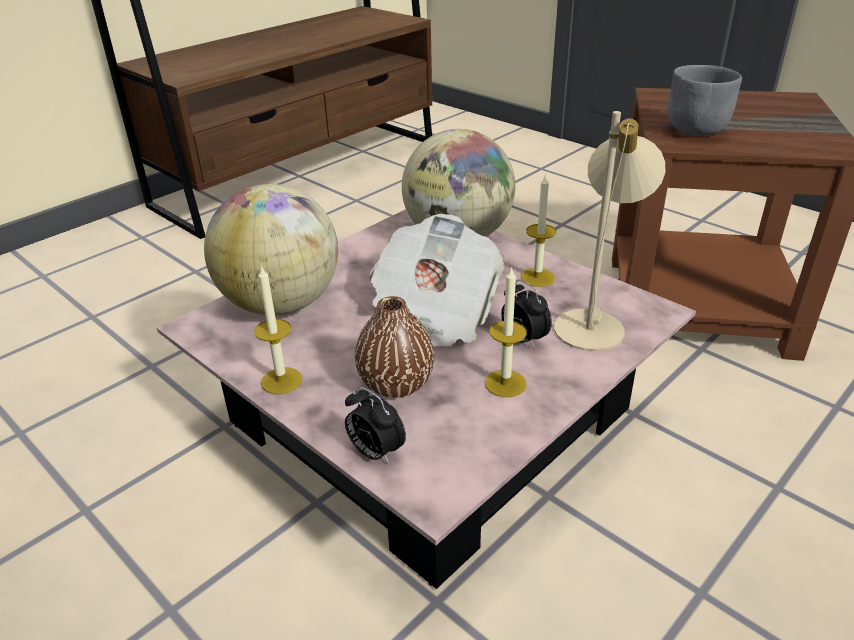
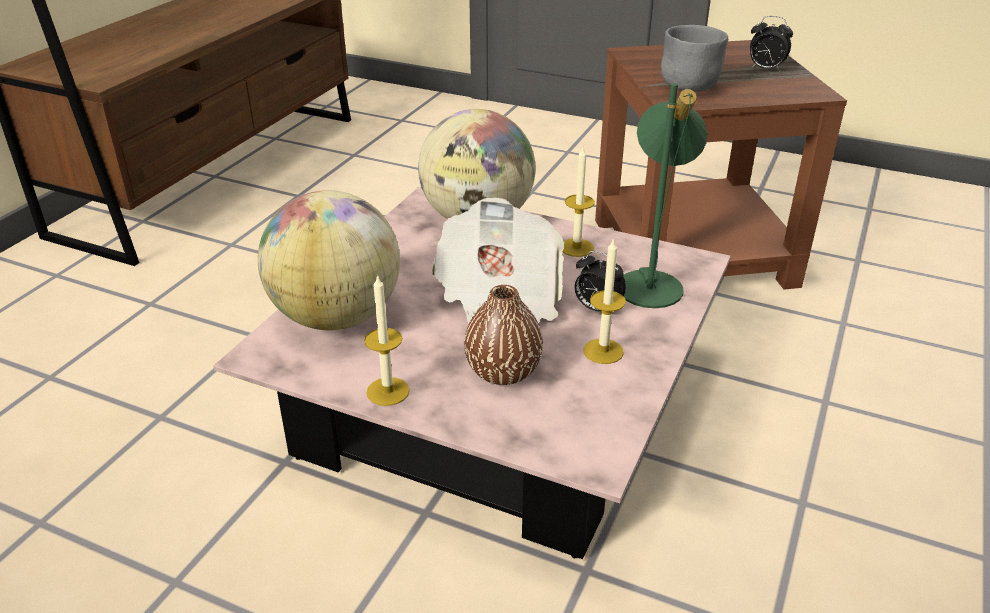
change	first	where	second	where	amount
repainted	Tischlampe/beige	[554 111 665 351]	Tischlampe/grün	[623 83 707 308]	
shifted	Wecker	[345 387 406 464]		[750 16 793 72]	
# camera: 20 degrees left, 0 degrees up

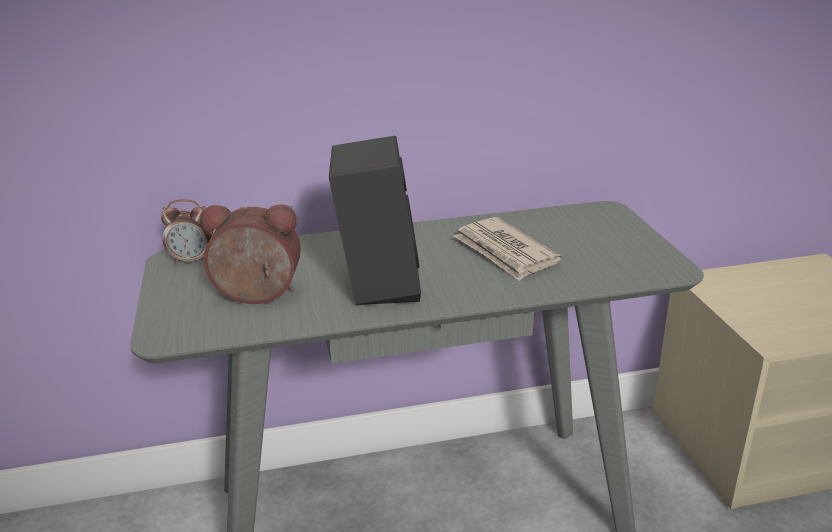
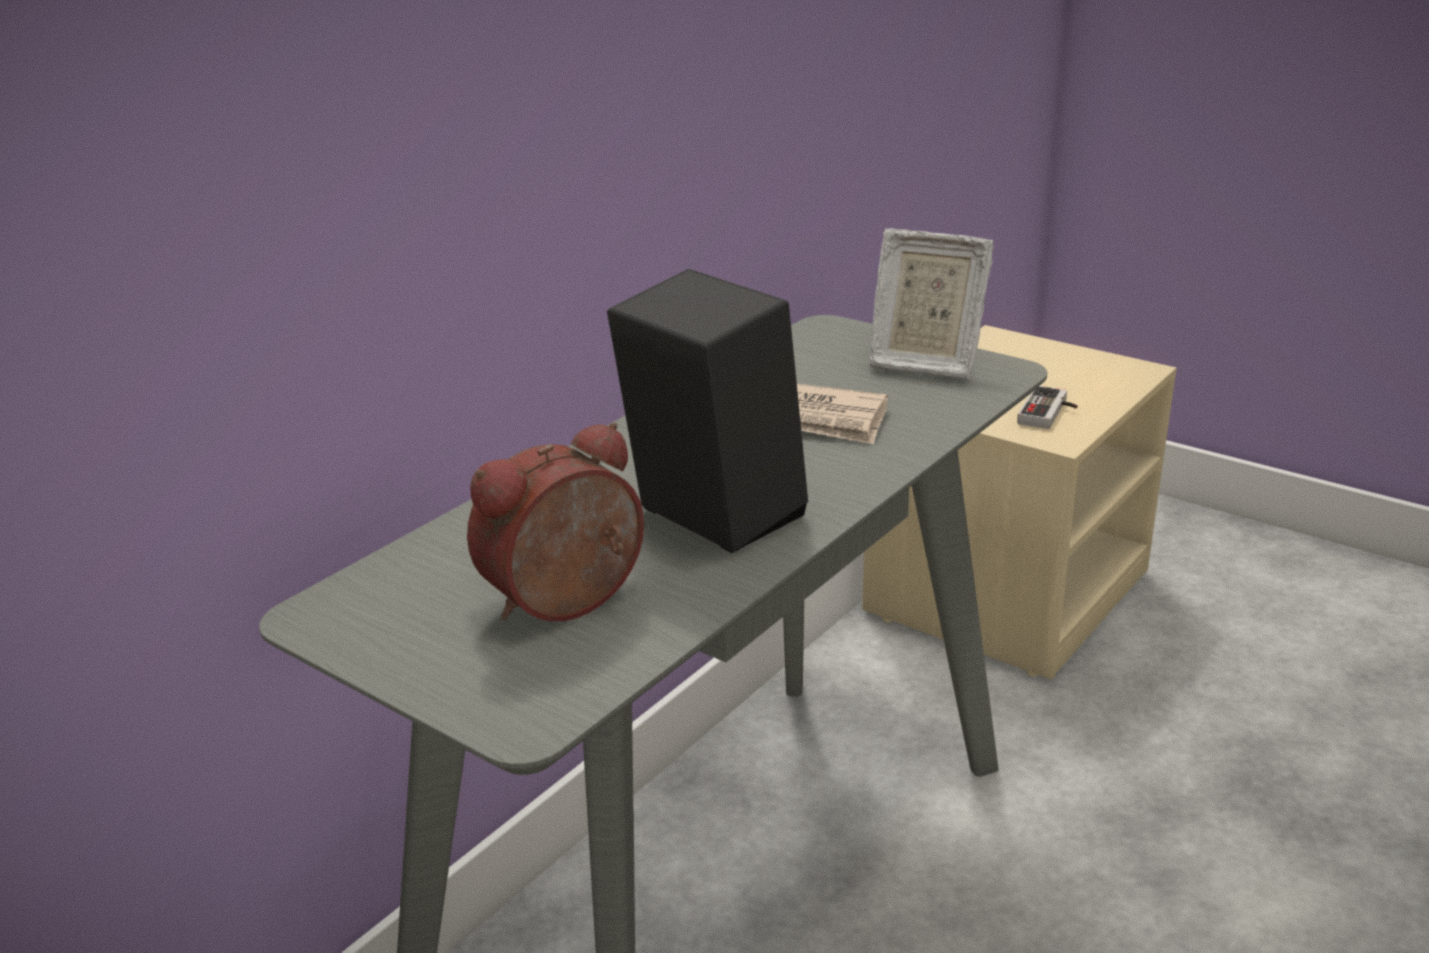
change	first	where	second	where	amount
gone	Wecker	[161 199 213 264]			
new			Bilderrahmen	[869 228 994 379]	
new			Gamepad	[1017 386 1077 429]	
# camera: 40 degrees left, 0 degrees up

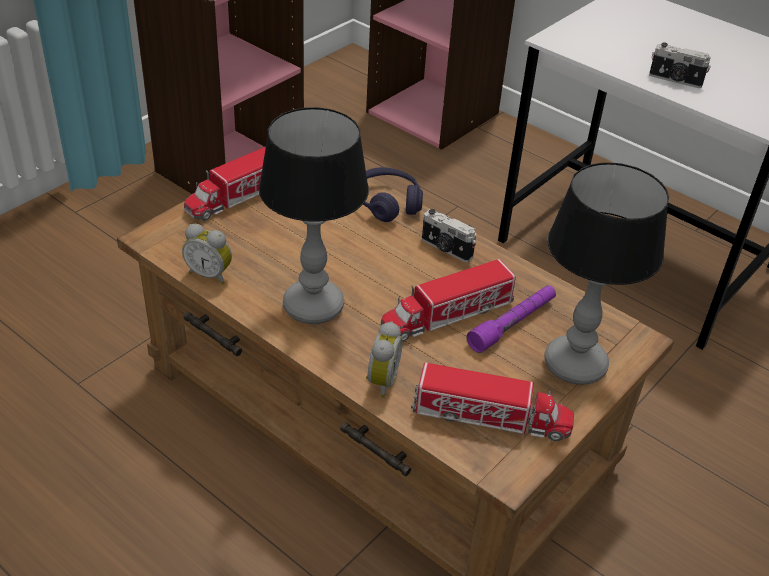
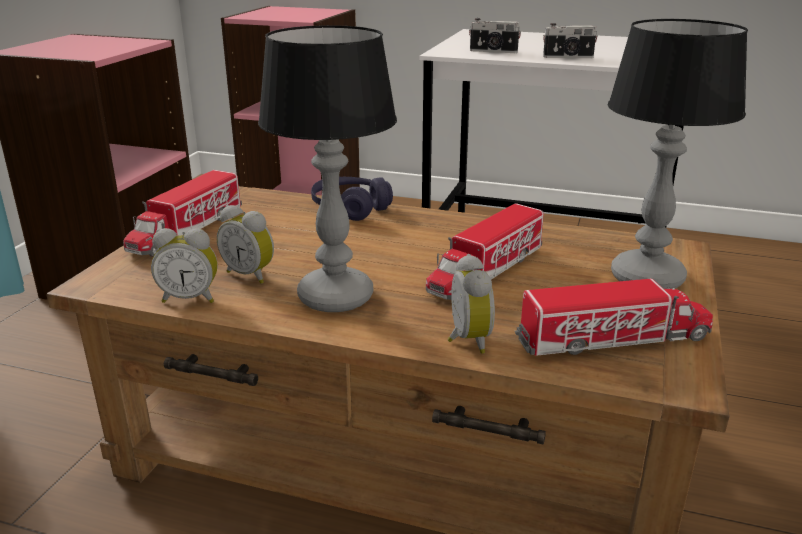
change	first	where	second	where	amount
shifted	Kamera	[422 209 476 262]		[469 18 521 53]	
gone	Taschenlampe/lila	[467 285 556 353]			
new			Wecker	[217 205 274 284]	
# camera: 20 degrees left, 15 degrees down

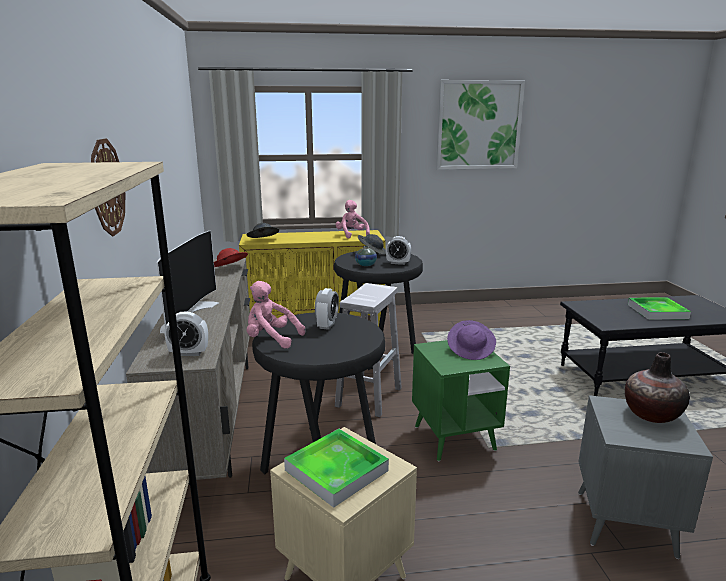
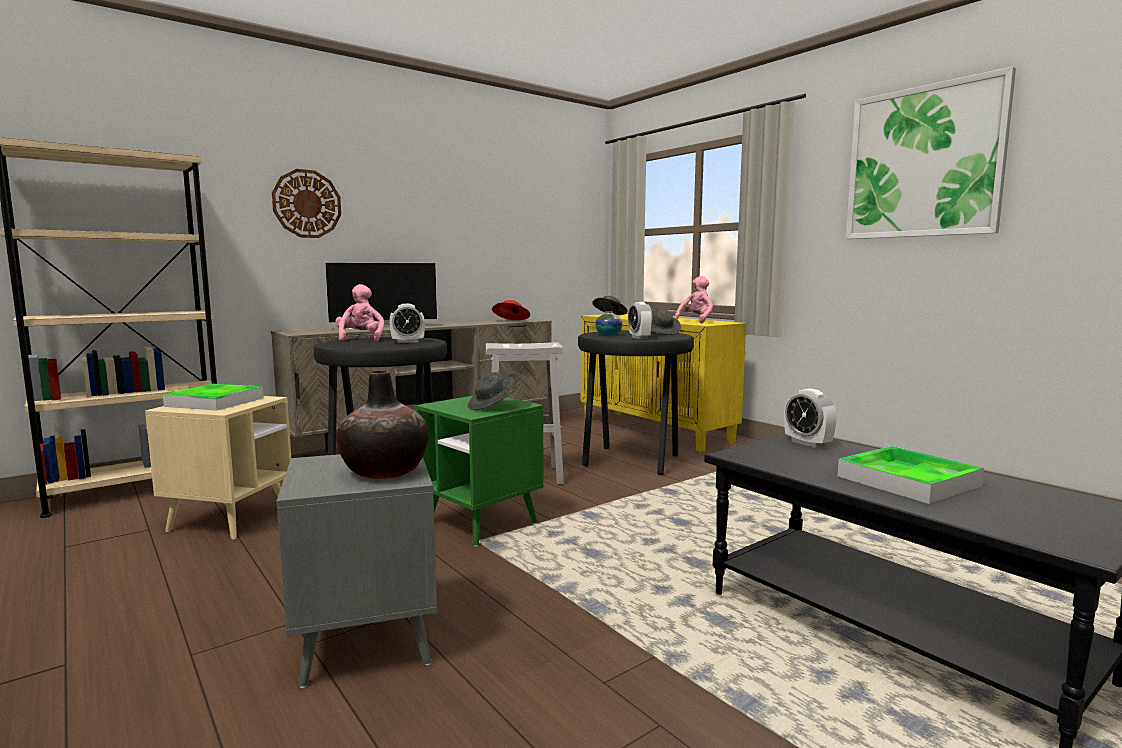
change	first	where	second	where	amount
shifted	Wecker	[164 312 208 356]		[784 388 837 448]	
repainted	Hut/lila	[447 320 496 360]	Hut/grau	[467 372 522 410]	
# camera: 60 degrees right, 10 degrees down

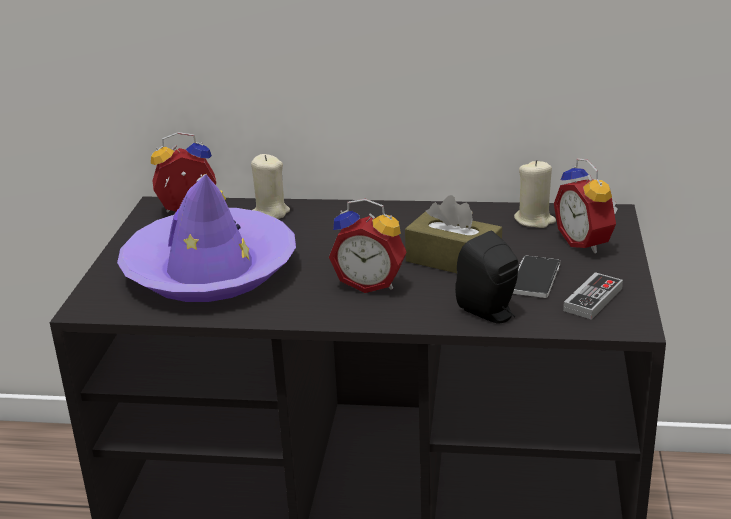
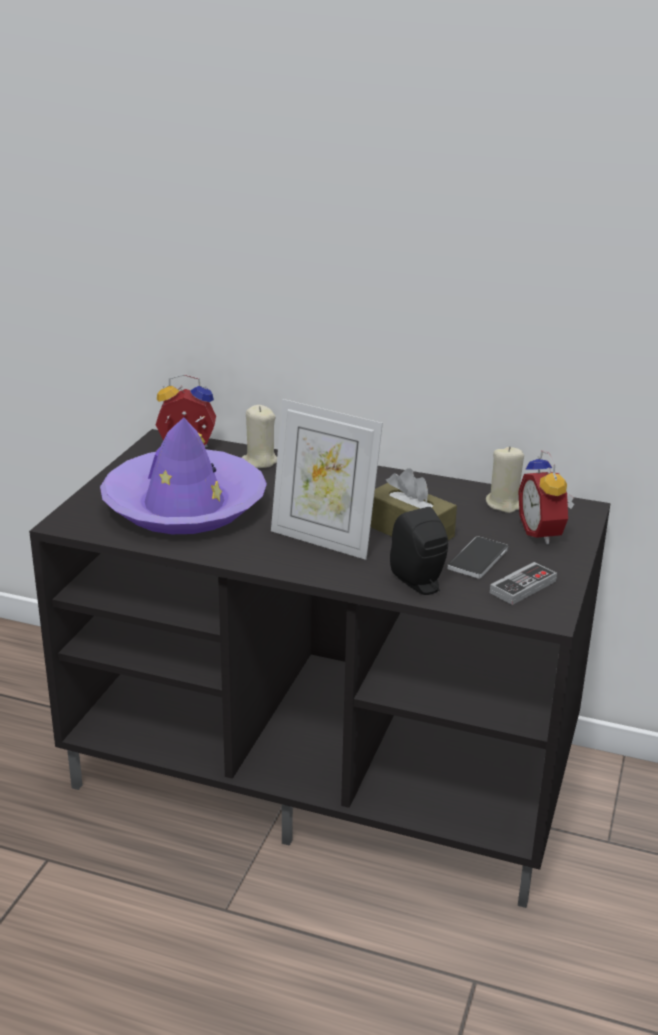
change	first	where	second	where	amount
swapped	Wecker	[329 199 407 293]	Bilderrahmen	[271 399 383 560]	
# camera: 10 degrees right, 0 degrees up

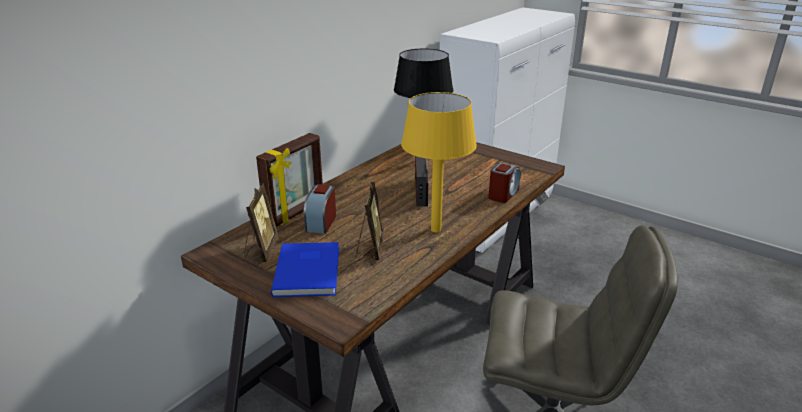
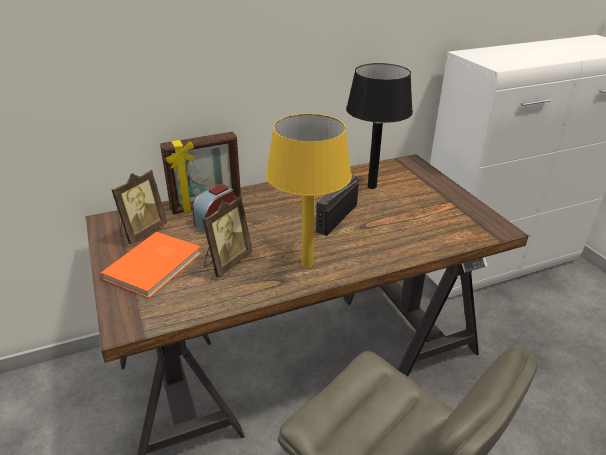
change	first	where	second	where	amount
gone	Wecker	[489 163 521 203]			
repainted	Buch/blau	[271 242 339 297]	Buch/orange	[101 232 202 298]	
# camera: 30 degrees right, 5 degrees up

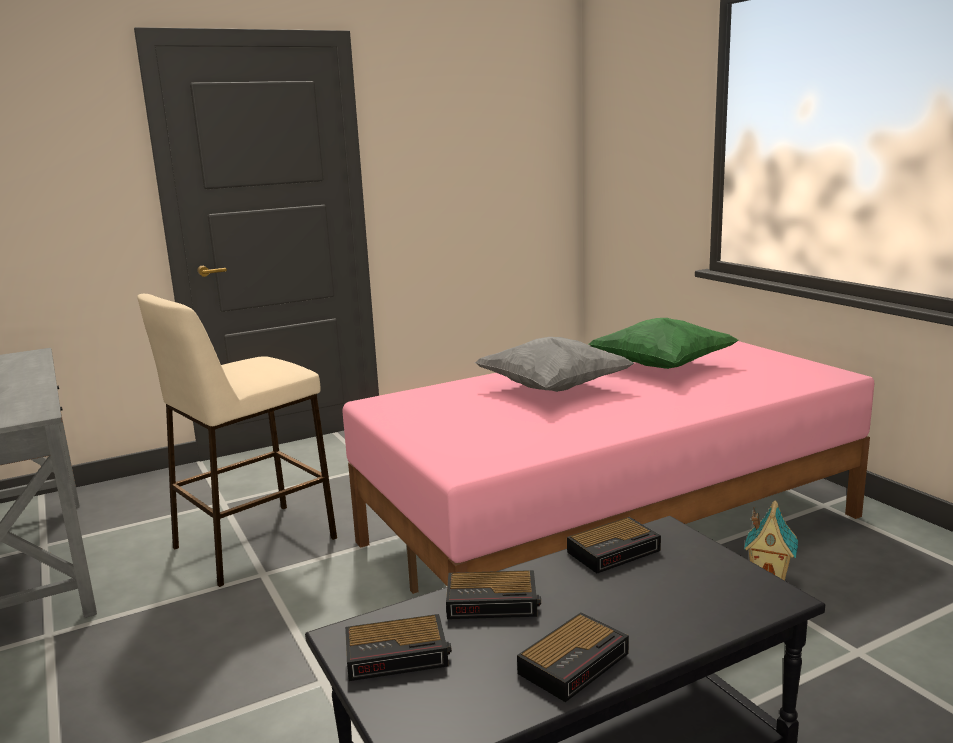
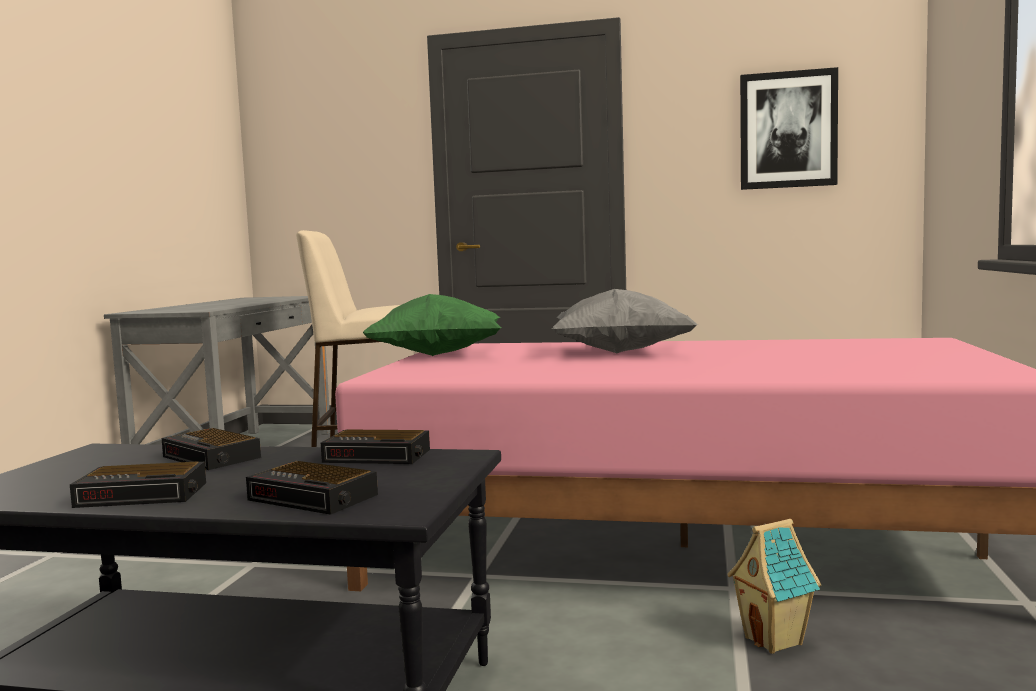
change	first	where	second	where	amount
shifted	Kissen/grün	[589 318 739 369]		[363 294 502 356]	
shifted	Wecker	[345 614 452 681]		[246 461 378 515]	
new			Bild	[740 67 838 190]	
# camera: 40 degrees right, 10 degrees down

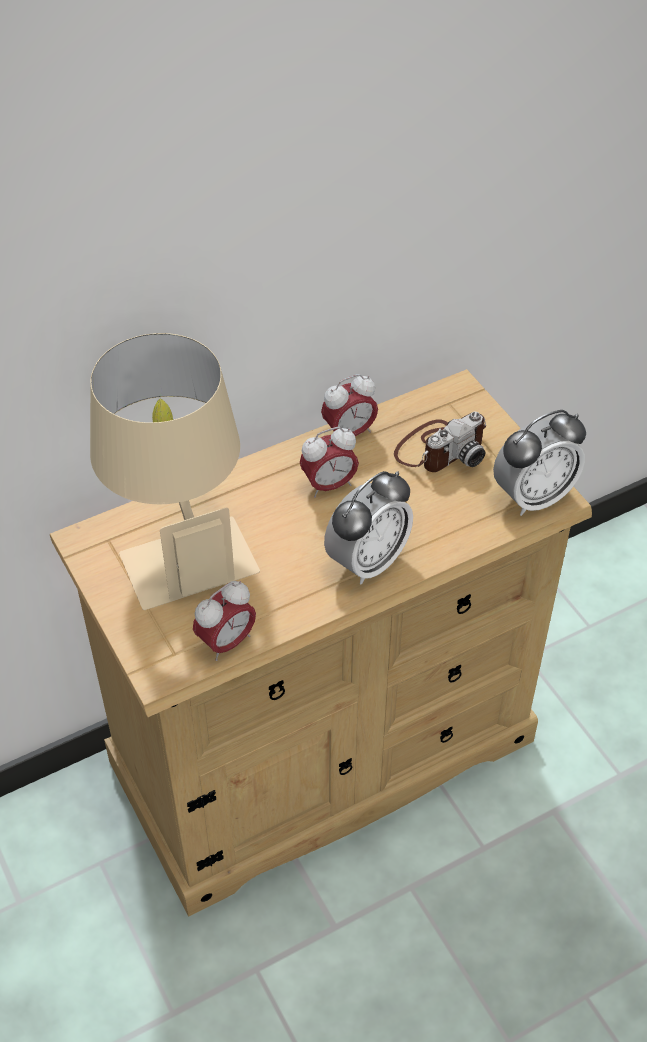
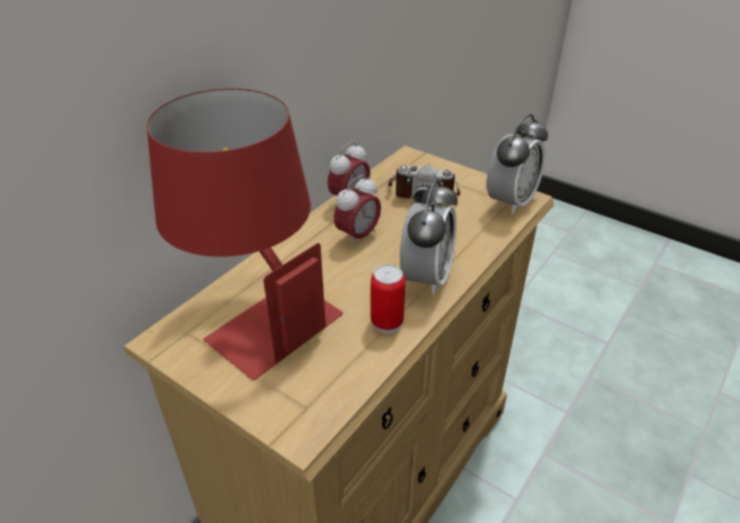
change	first	where	second	where	amount
repainted	Tischlampe/beige	[90 333 260 610]	Tischlampe/rot	[147 88 343 380]	
rotated	Kamera	[394 412 486 472]		[388 164 460 204]	75 degrees clockwise
gone	Wecker	[193 581 256 661]			
new			Dose	[371 264 405 333]	
# camera: 25 degrees left, 10 degrees down

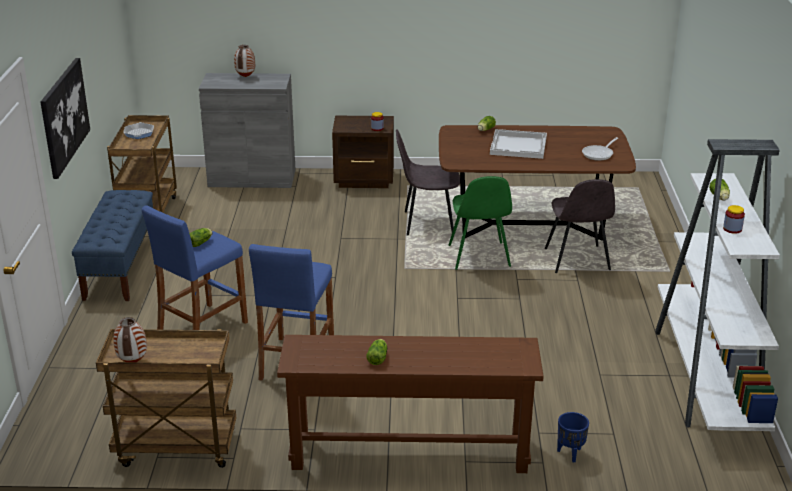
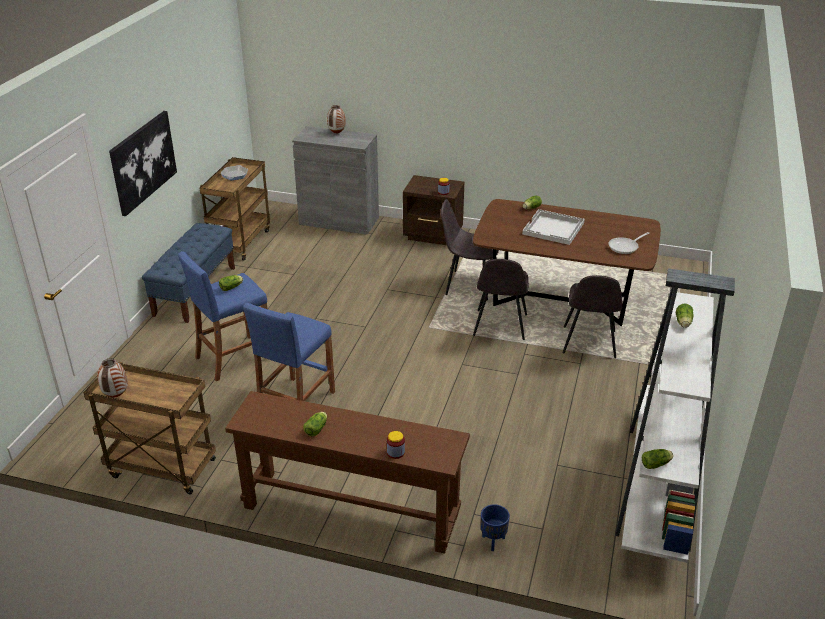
change	first	where	second	where	amount
repainted	Stuhl/grün	[448 176 512 270]	Stuhl/grau	[473 259 529 340]	
shifted	Vorratsglas	[723 205 745 234]		[387 431 405 459]	
new			Salatkopf	[642 449 674 469]	
# camera: 15 degrees right, 5 degrees up

